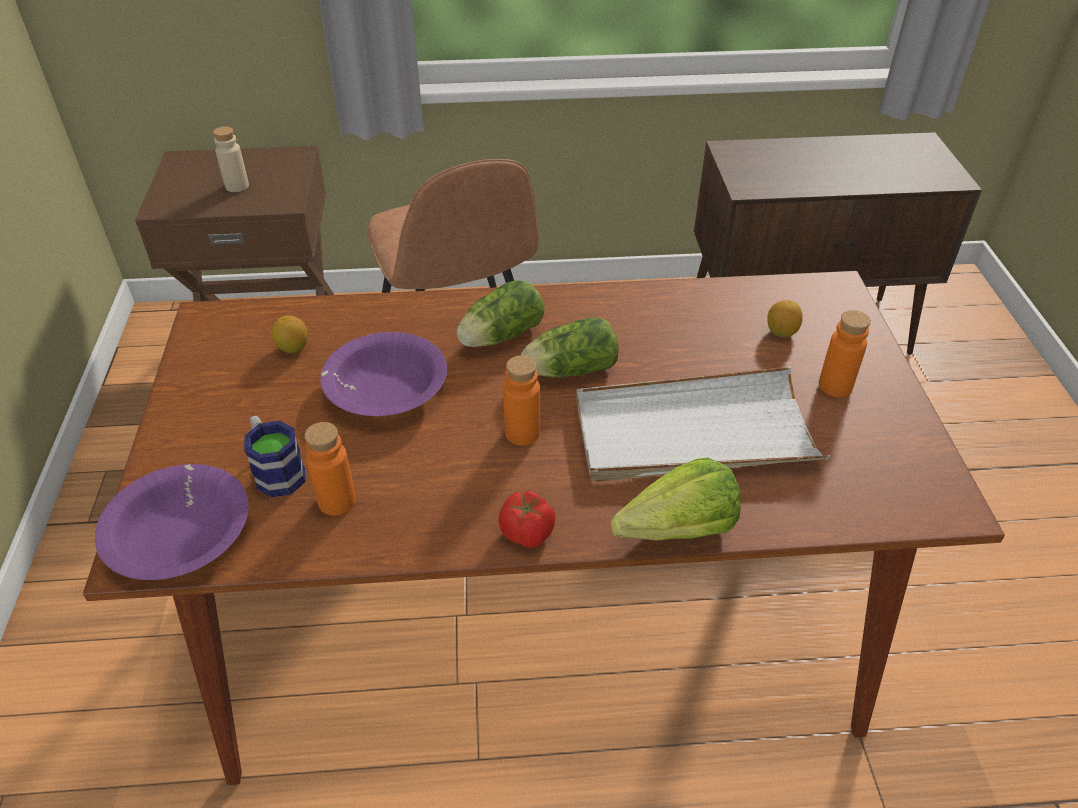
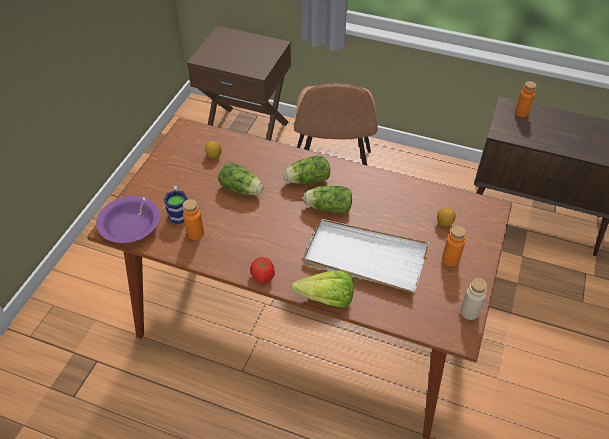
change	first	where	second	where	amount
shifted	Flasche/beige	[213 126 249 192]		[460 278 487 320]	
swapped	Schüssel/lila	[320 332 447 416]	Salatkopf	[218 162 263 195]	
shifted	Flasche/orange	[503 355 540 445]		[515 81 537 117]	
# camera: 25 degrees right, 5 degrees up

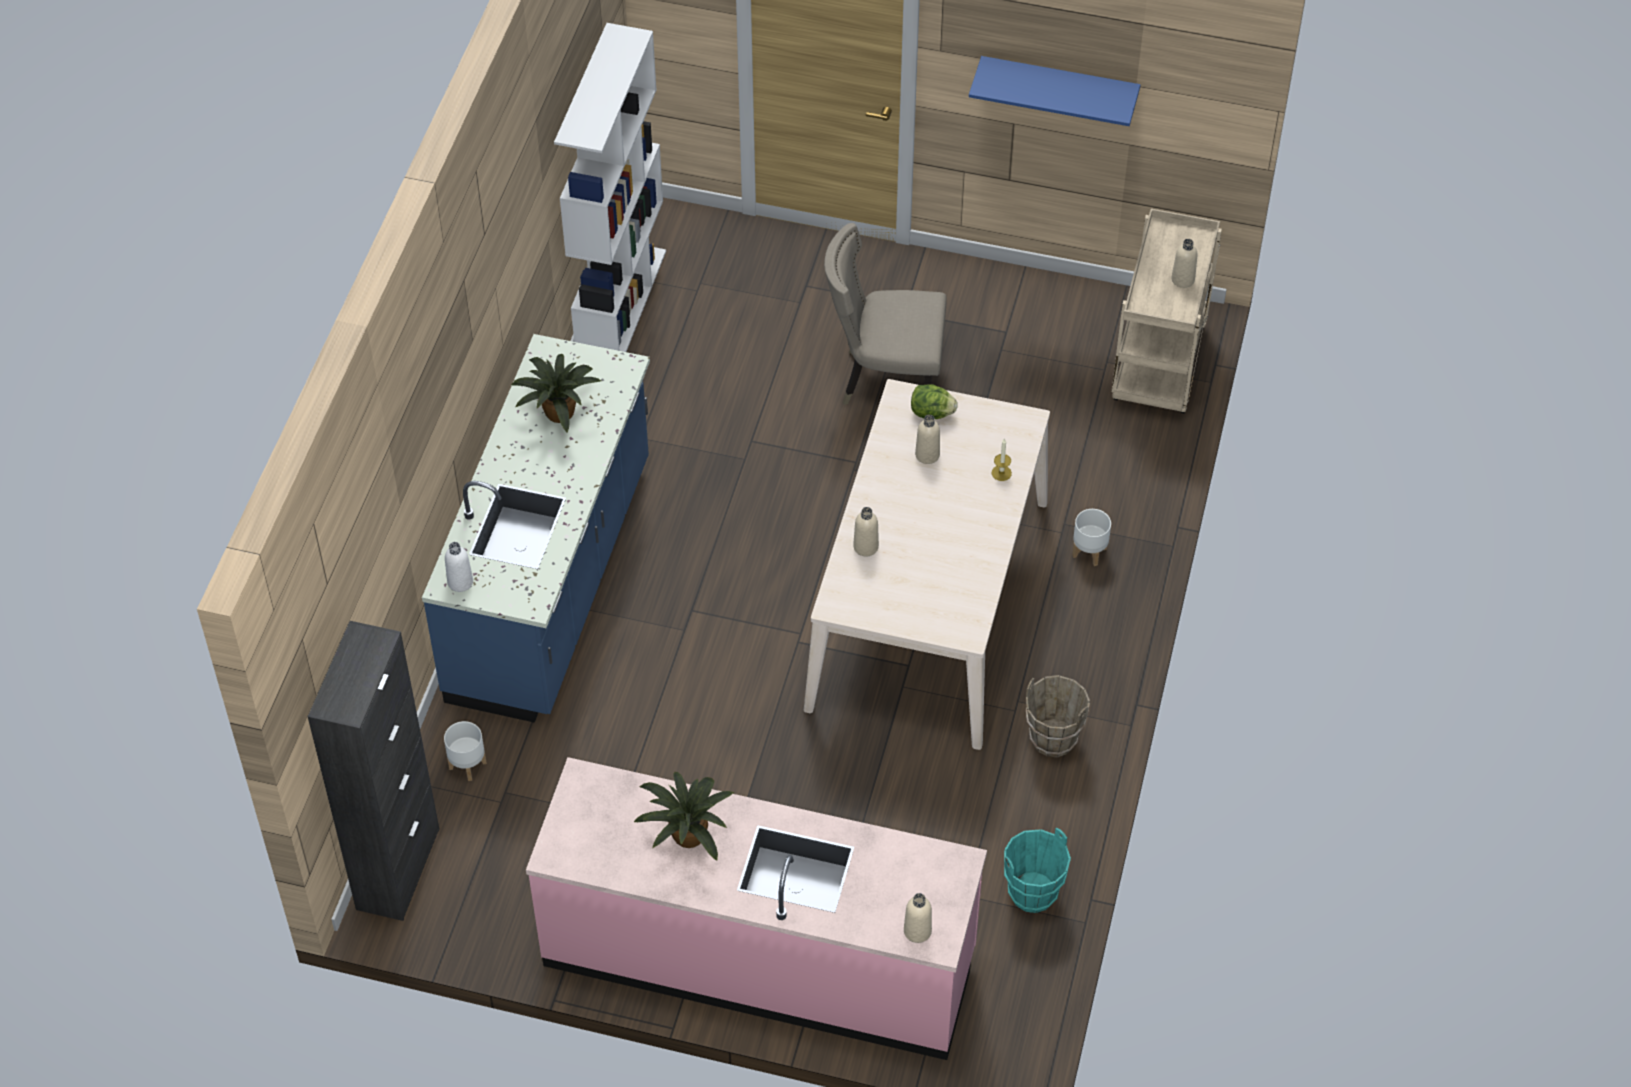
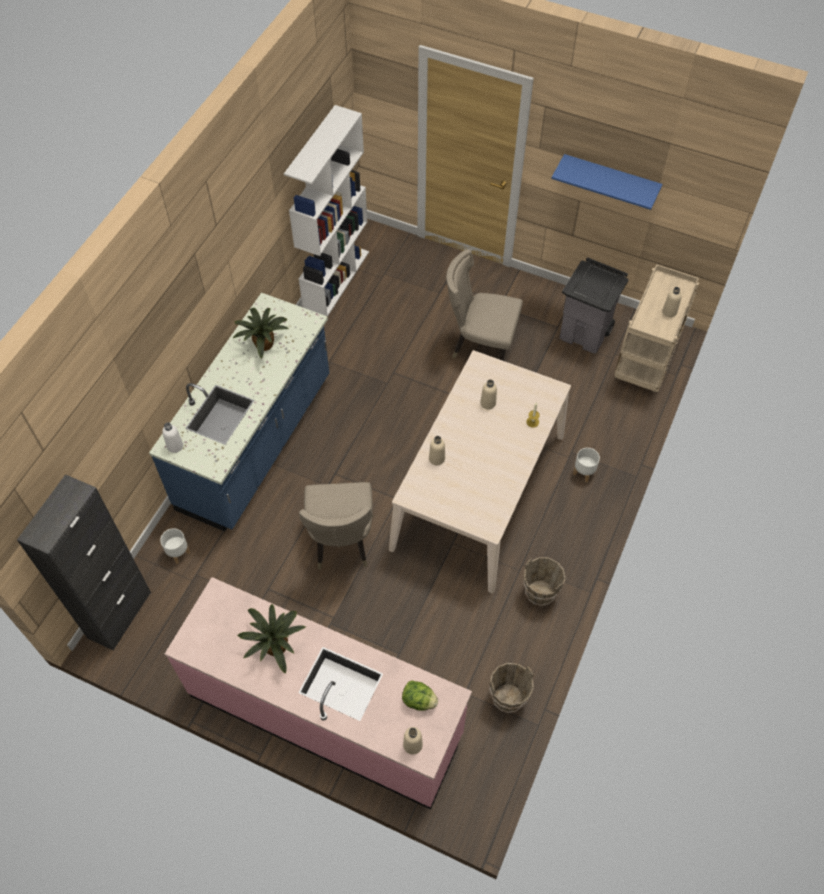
change	first	where	second	where	amount
shifted	Salatkopf	[911 384 958 419]		[402 680 438 711]	
repainted	Eimer/türkis	[1004 828 1071 913]	Eimer/braun	[489 663 534 713]	
new			Mülleimer/grau	[559 257 629 354]	
new			Stuhl/beige	[299 482 373 569]	
# camera: 10 degrees right, 5 degrees up

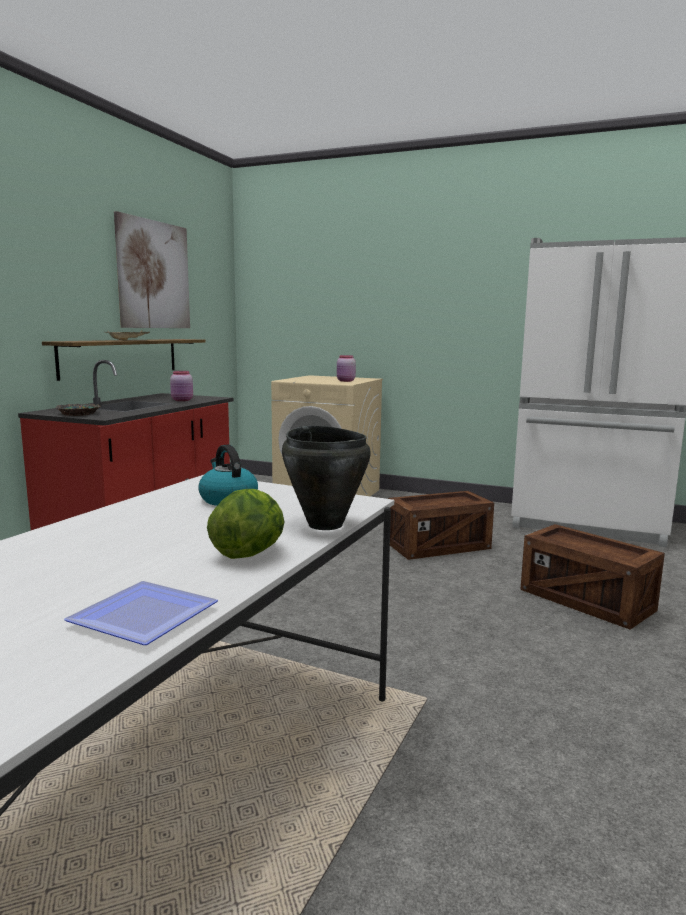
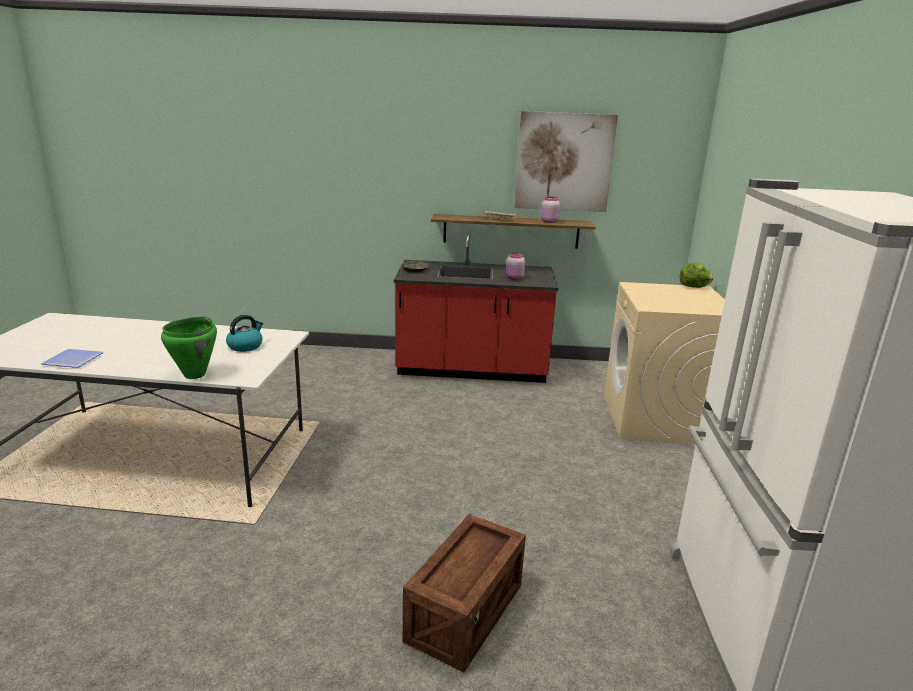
change	first	where	second	where	amount
shifted	Vorratsglas/rosa	[337 355 356 382]		[541 196 560 223]	
repainted	Kochtopf/schwarz	[282 426 371 530]	Kochtopf/grün	[161 317 217 379]	
shifted	Salatkopf	[207 489 284 559]		[680 263 713 288]	
gone	Kiste	[388 491 494 560]			
# camera: 70 degrees right, 10 degrees up

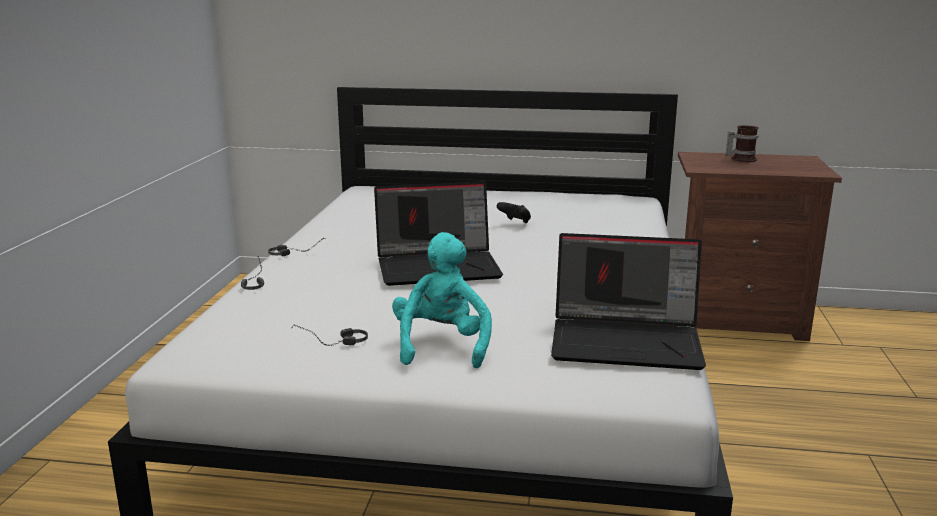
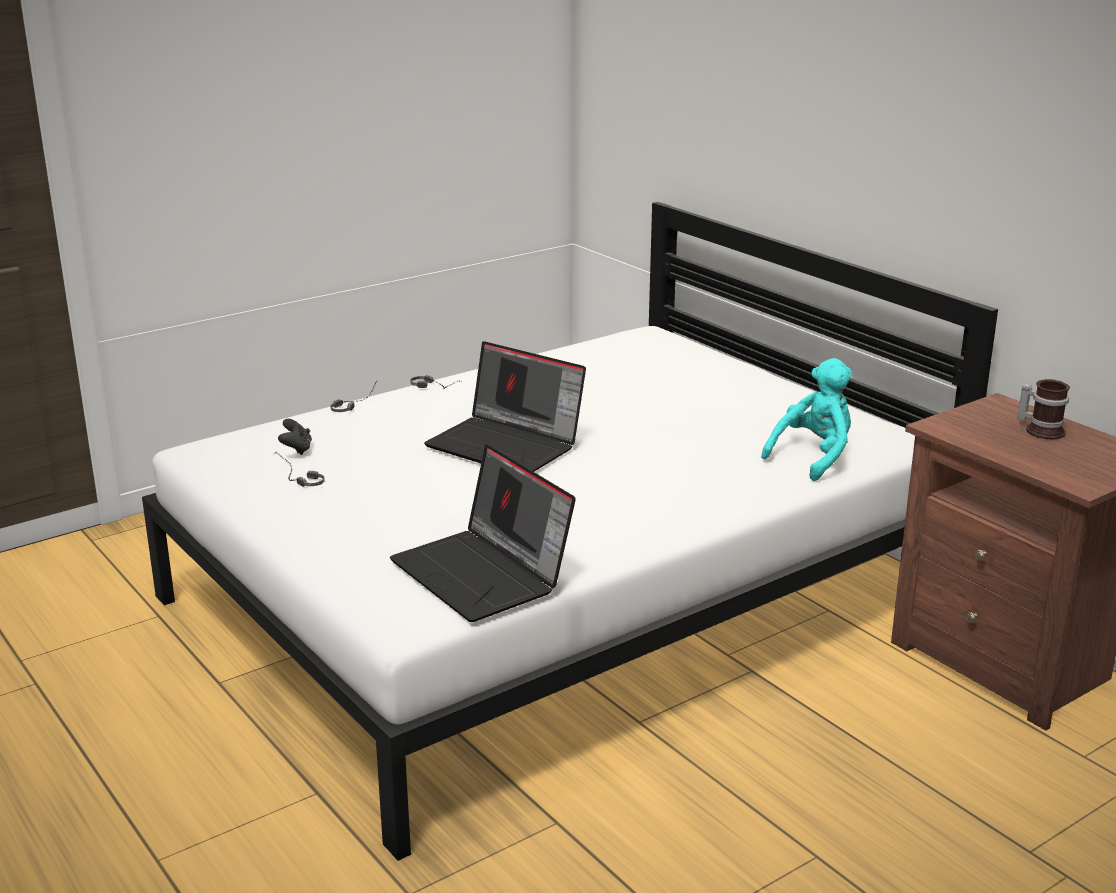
change	first	where	second	where	amount
shifted	Gamepad/schwarz	[497 202 531 223]		[278 419 312 455]	
shifted	Plüschtier/türkis	[392 232 492 368]		[761 358 852 481]	
# camera: 45 degrees right, 5 degrees up

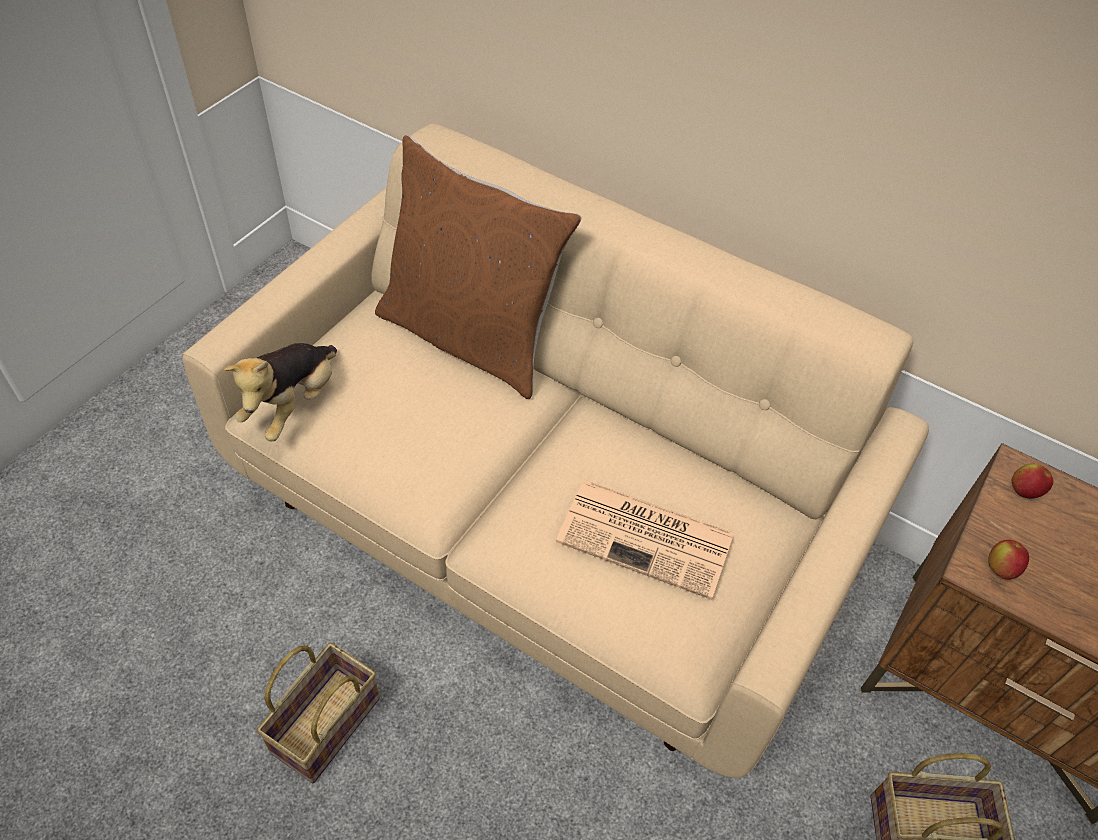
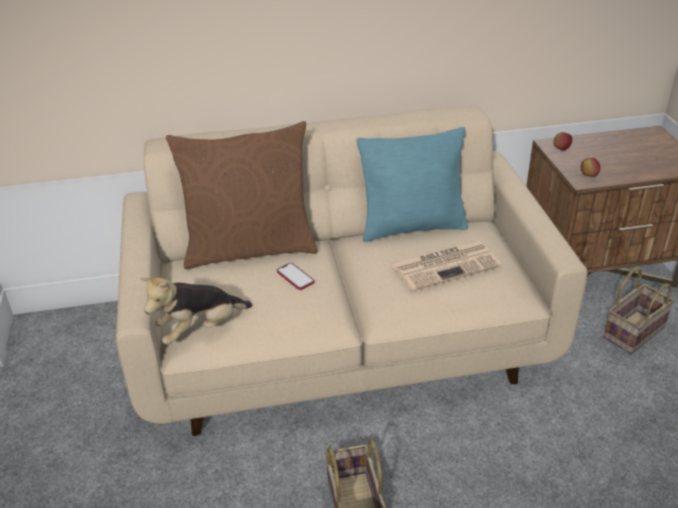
change	first	where	second	where	amount
rotated	Plüschtier	[224 343 337 441]		[140 278 252 345]	75 degrees clockwise
new			Kissen/türkis	[357 127 468 242]	
new			Handy	[277 263 314 290]	
# camera: 40 degrees left, 15 degrees down

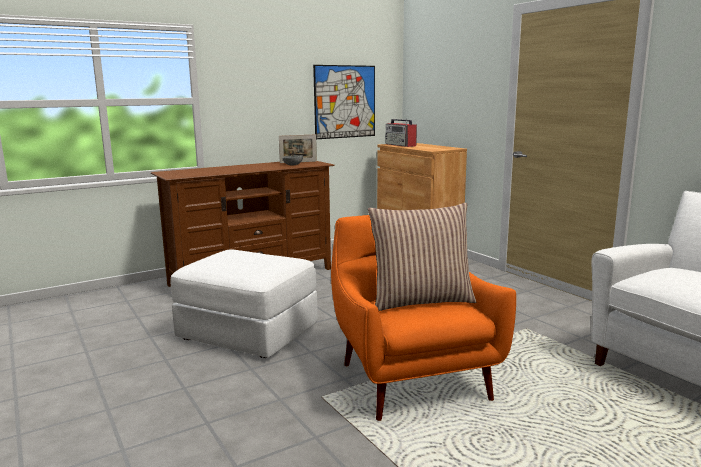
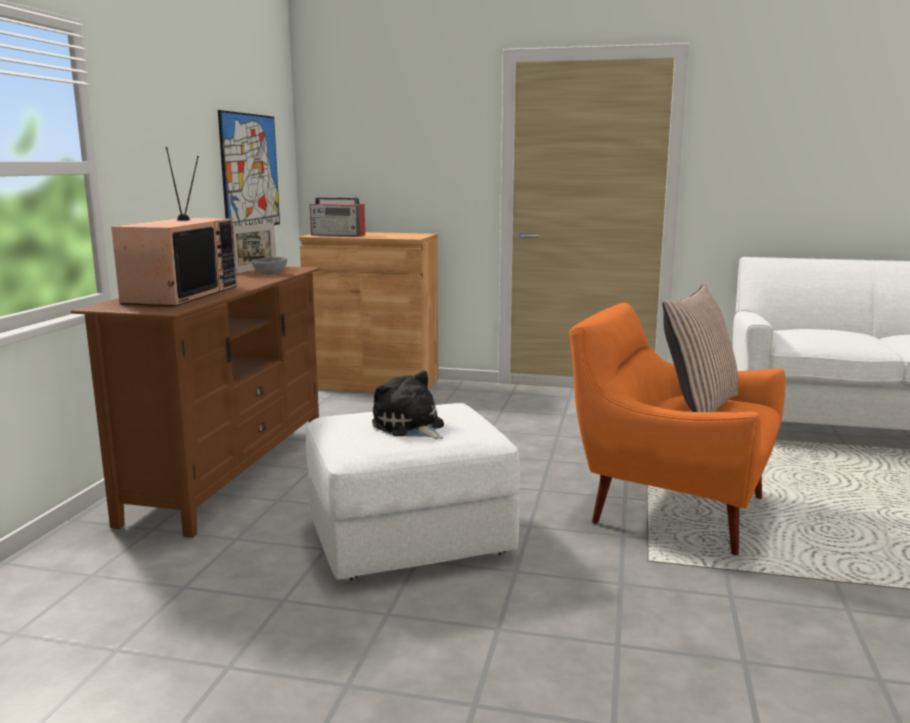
change	first	where	second	where	amount
new			Fernseher	[111 147 237 306]	
new			Plüschtier	[372 370 444 439]	
# camera: 45 degrees left, 0 degrees up

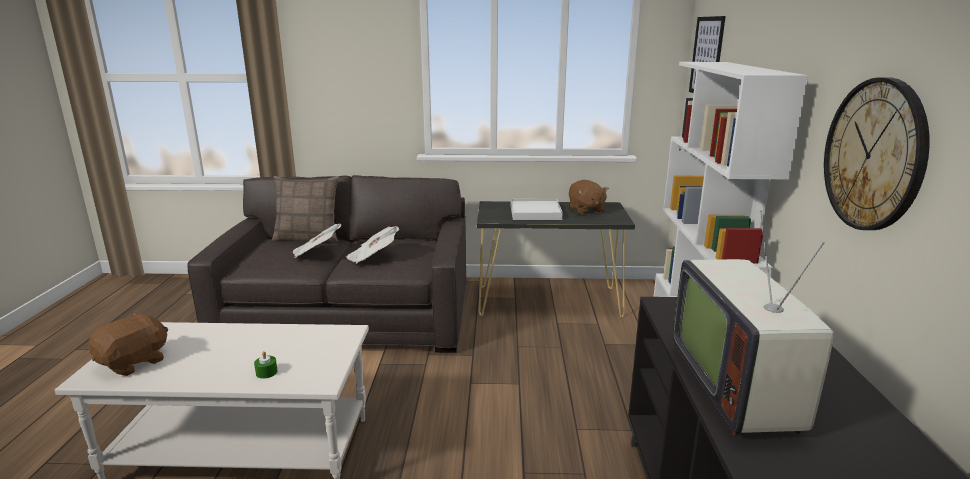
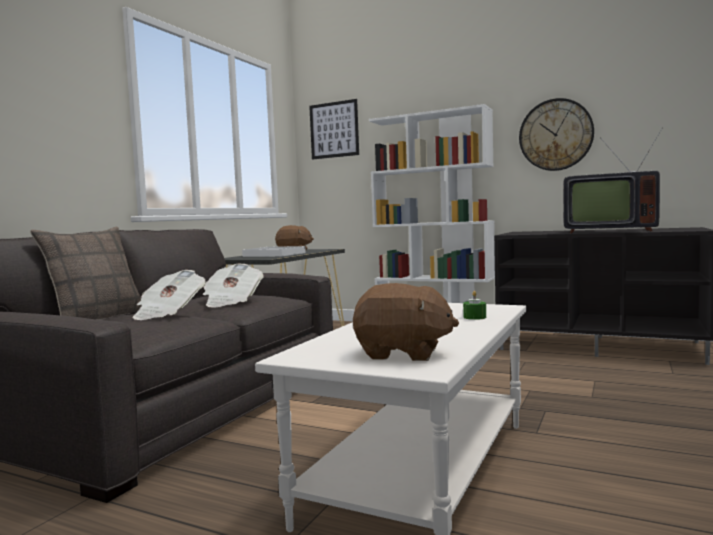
change	first	where	second	where	amount
rotated	Plüschtier/braun	[89 313 168 376]		[353 283 459 361]	135 degrees clockwise
# camera: 65 degrees left, 15 degrees down

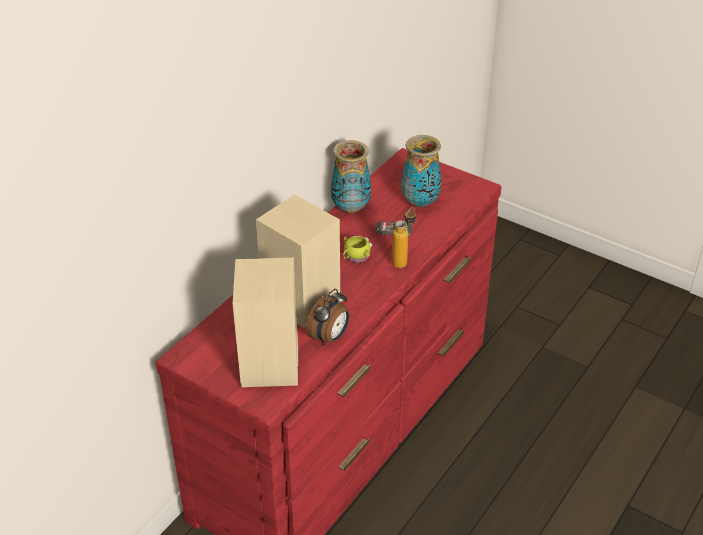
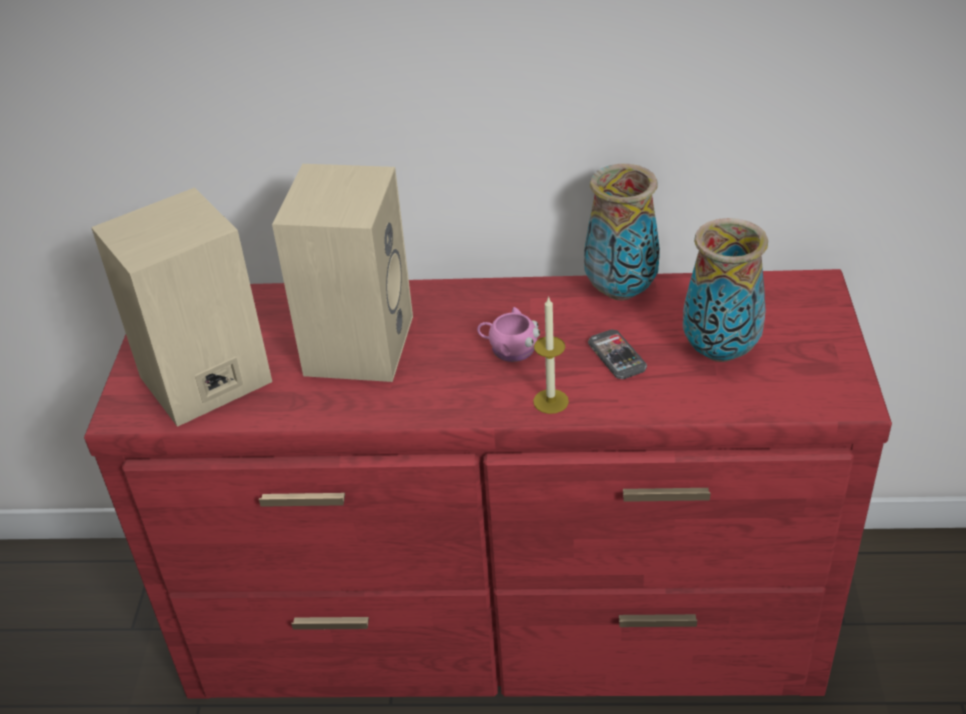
change	first	where	second	where	amount
swapped	Flasche	[392 207 416 268]	Kerze	[533 296 569 414]	
repainted	Henkelbecher/gelb	[343 236 372 263]	Henkelbecher/rosa	[477 307 540 362]	
gone	Wecker	[306 289 349 346]			
# camera: 60 degrees right, 0 degrees up

